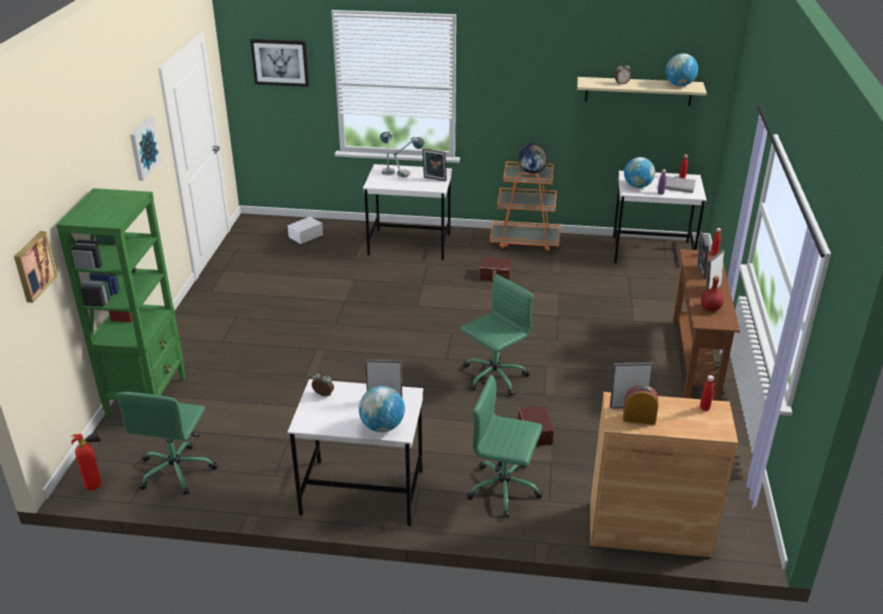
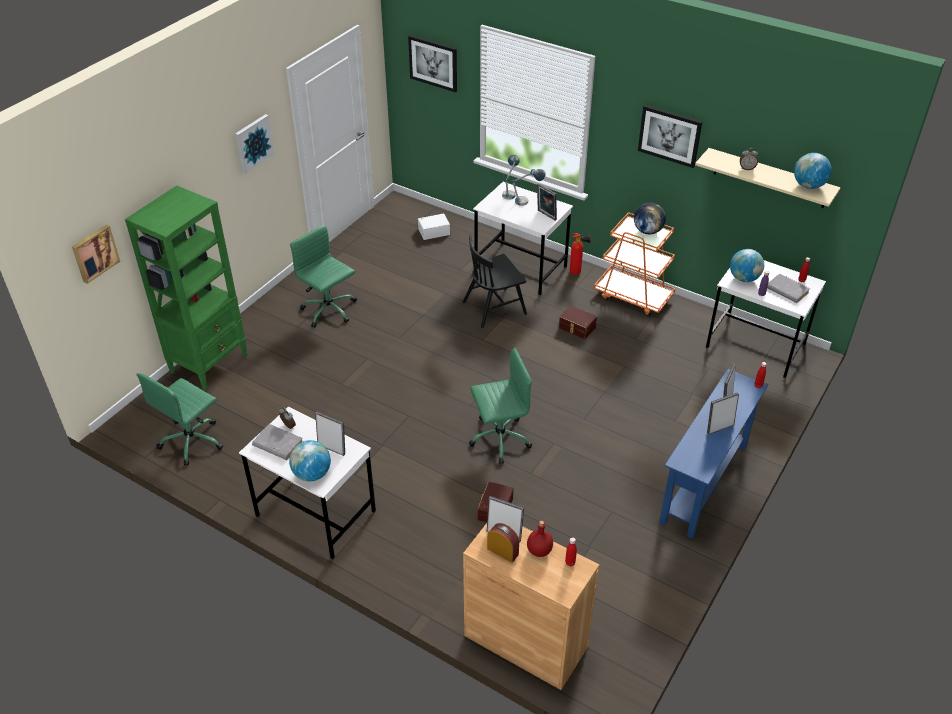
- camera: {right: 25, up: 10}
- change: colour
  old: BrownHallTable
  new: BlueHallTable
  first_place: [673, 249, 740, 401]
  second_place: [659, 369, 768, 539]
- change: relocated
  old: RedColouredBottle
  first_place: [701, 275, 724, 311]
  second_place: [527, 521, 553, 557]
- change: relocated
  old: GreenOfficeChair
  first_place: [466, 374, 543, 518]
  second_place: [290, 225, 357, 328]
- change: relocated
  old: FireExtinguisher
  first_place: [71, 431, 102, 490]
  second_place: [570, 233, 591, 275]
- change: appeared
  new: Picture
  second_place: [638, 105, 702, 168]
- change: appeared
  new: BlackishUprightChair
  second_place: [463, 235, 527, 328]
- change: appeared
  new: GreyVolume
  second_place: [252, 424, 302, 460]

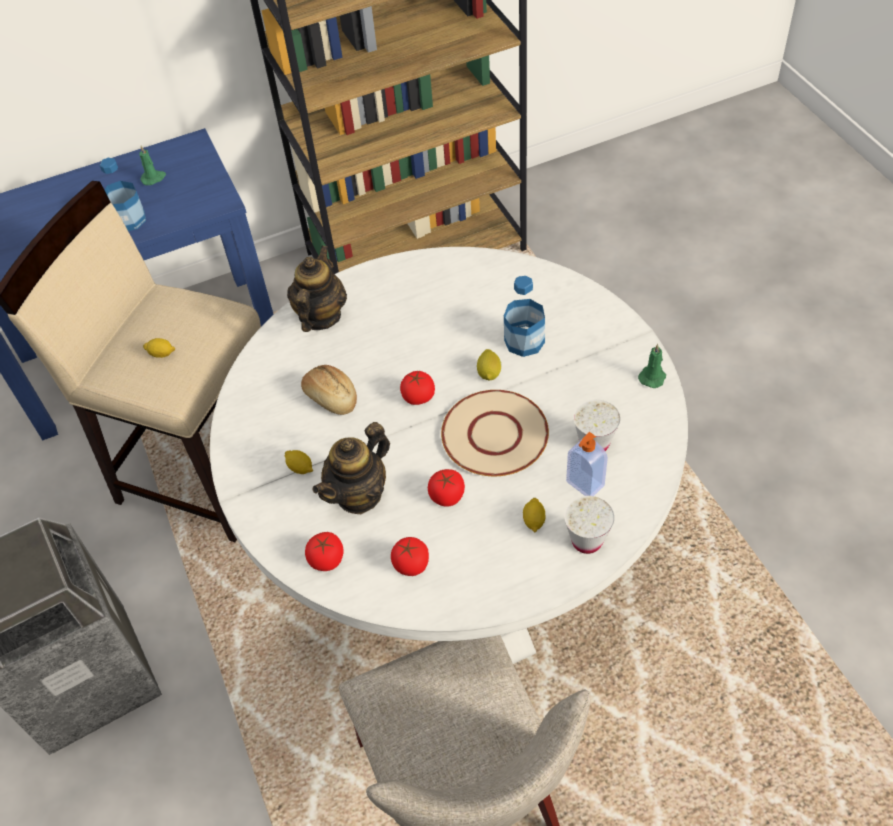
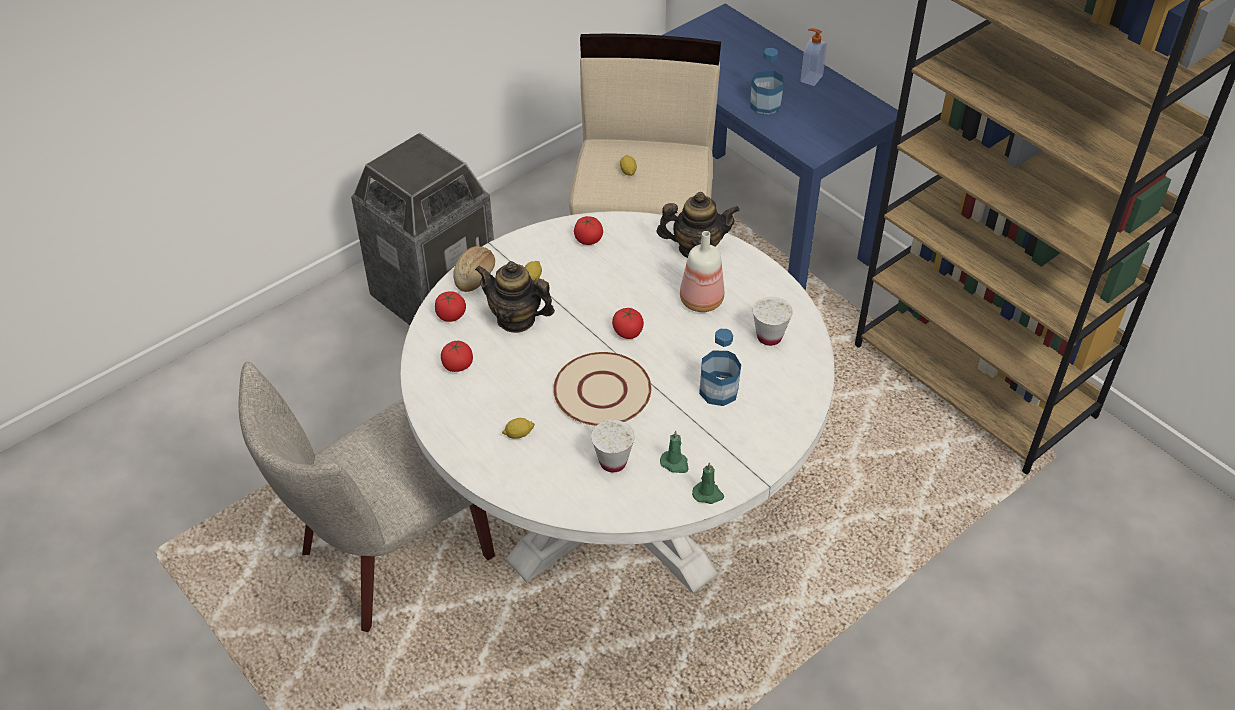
- camera: {right: 70, up: -5}
- change: relocated
  old: GreenCandle
  first_place: [139, 146, 166, 185]
  second_place: [660, 431, 689, 473]
- change: missing
  old: CitrusFruit
  first_place: [477, 349, 502, 380]
- change: relocated
  old: BakedBread
  first_place: [301, 365, 357, 415]
  second_place: [453, 246, 495, 292]
- change: relocated
  old: SoapBottle
  first_place: [566, 432, 608, 496]
  second_place: [800, 28, 827, 86]
- change: relocated
  old: Tomato
  first_place: [428, 469, 465, 507]
  second_place: [574, 216, 603, 245]
- change: relocated
  old: WhiteColouredSmallCup
  first_place: [564, 496, 614, 554]
  second_place: [753, 297, 793, 346]
- change: appeared
  new: Bottle
  second_place: [680, 231, 724, 312]

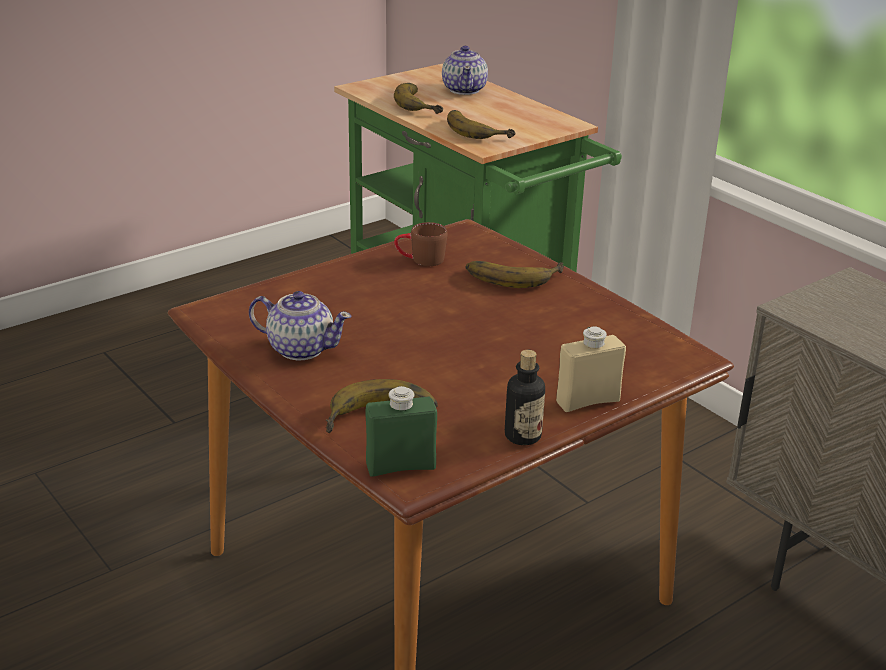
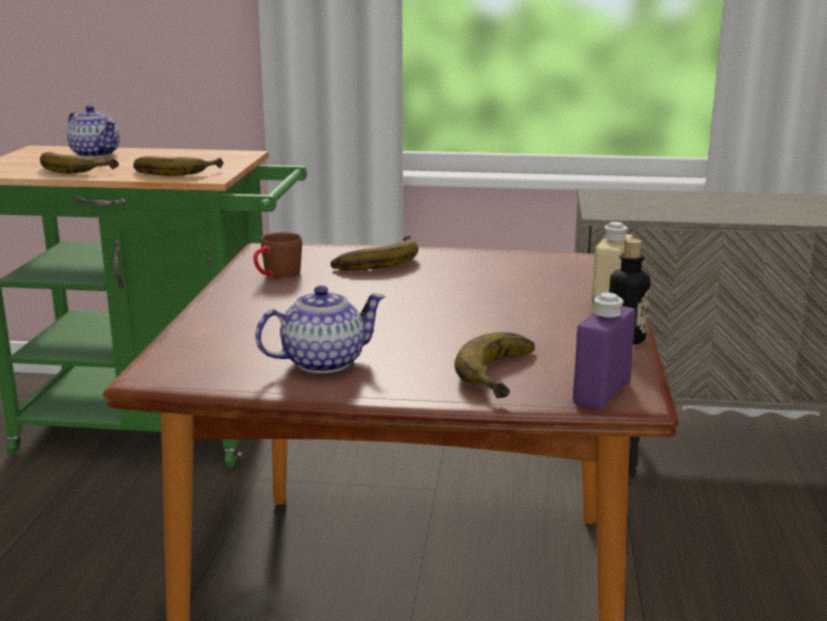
- camera: {right: -45, up: -10}
- change: colour
  old: GreenBottle
  new: PurplishBottle
  first_place: [365, 386, 437, 477]
  second_place: [573, 292, 635, 410]

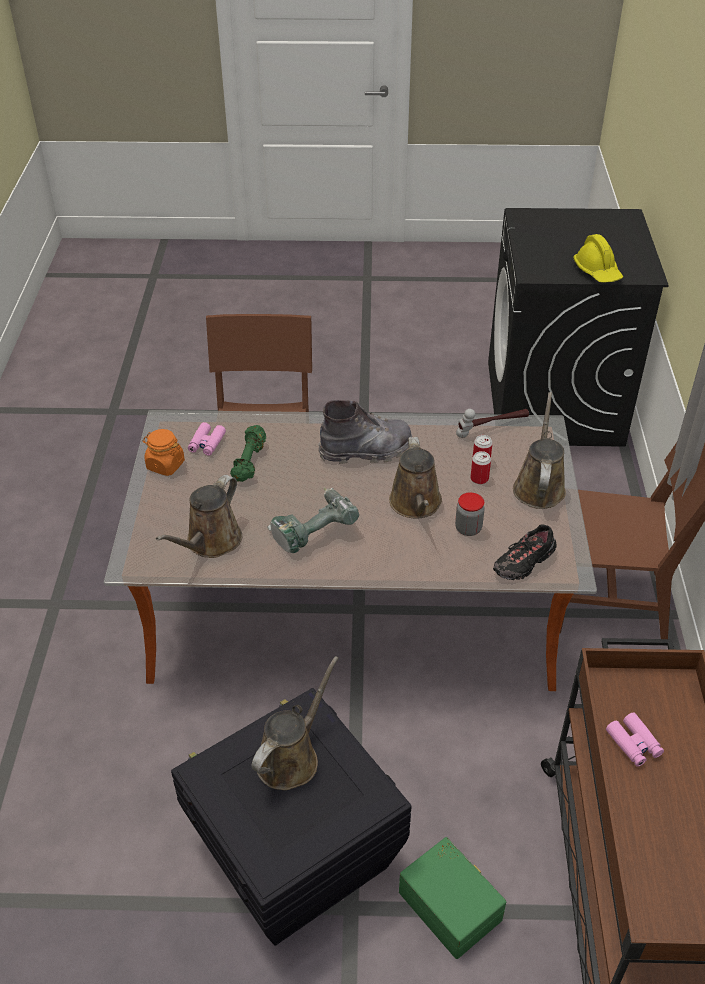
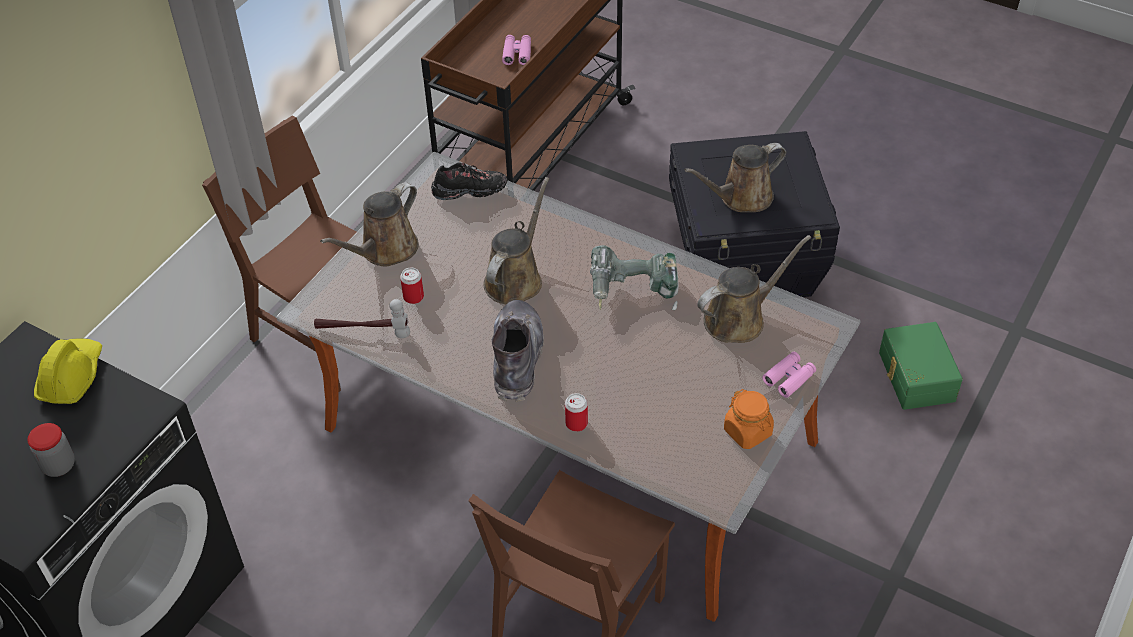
- camera: {right: -150, up: 5}
- change: spun
  old: GreyTallBoot
  first_place: [318, 400, 412, 464]
  second_place: [491, 300, 544, 402]
  degrees: 75
- change: relocated
  old: PinkishPairOfBinoculars
  first_place: [188, 422, 226, 456]
  second_place: [762, 352, 816, 398]
- change: missing
  old: GreenFreeWeight
  first_place: [230, 425, 266, 482]
- change: relocated
  old: MetalCan
  first_place: [470, 451, 491, 484]
  second_place: [565, 393, 588, 432]
- change: relocated
  old: Jar
  first_place: [455, 492, 485, 536]
  second_place: [28, 423, 75, 477]
- change: relocated
  old: GreenStorageBin
  first_place: [399, 837, 506, 959]
  second_place: [879, 322, 963, 410]

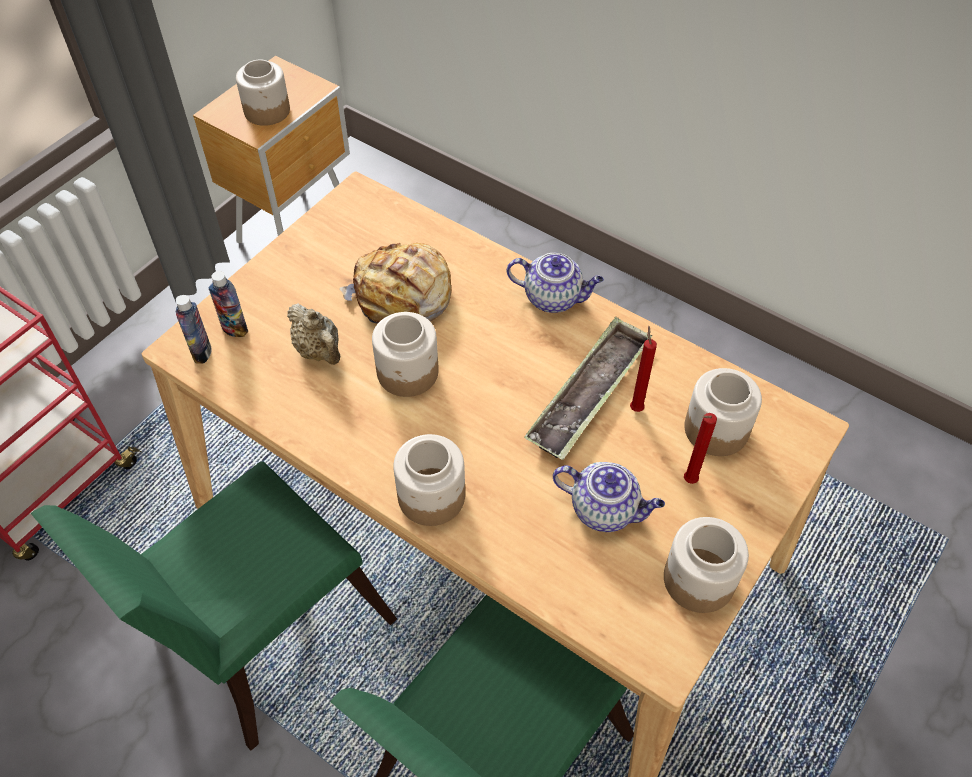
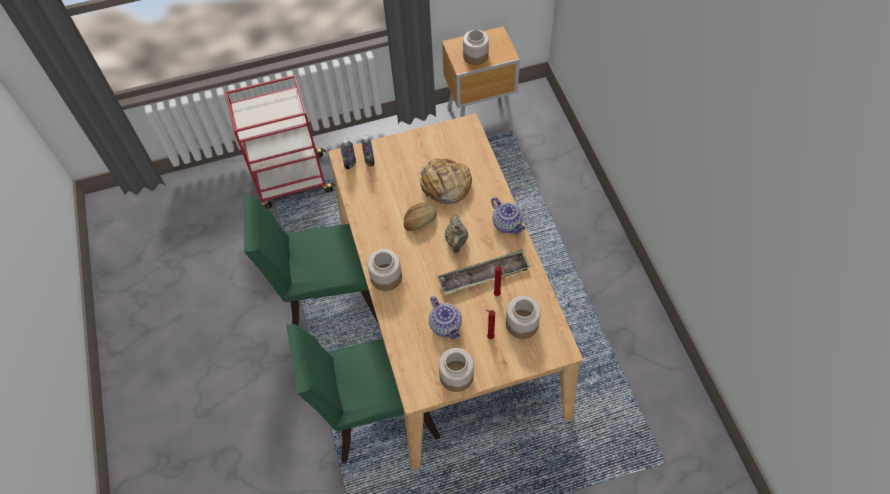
- camera: {right: 40, up: 5}
- change: relocated
  old: BeigeColouredTeapot
  first_place: [287, 304, 340, 365]
  second_place: [445, 215, 468, 253]
- change: exchanged
  old: Jar
  new: BakedBread
  first_place: [372, 312, 439, 397]
  second_place: [404, 203, 437, 231]

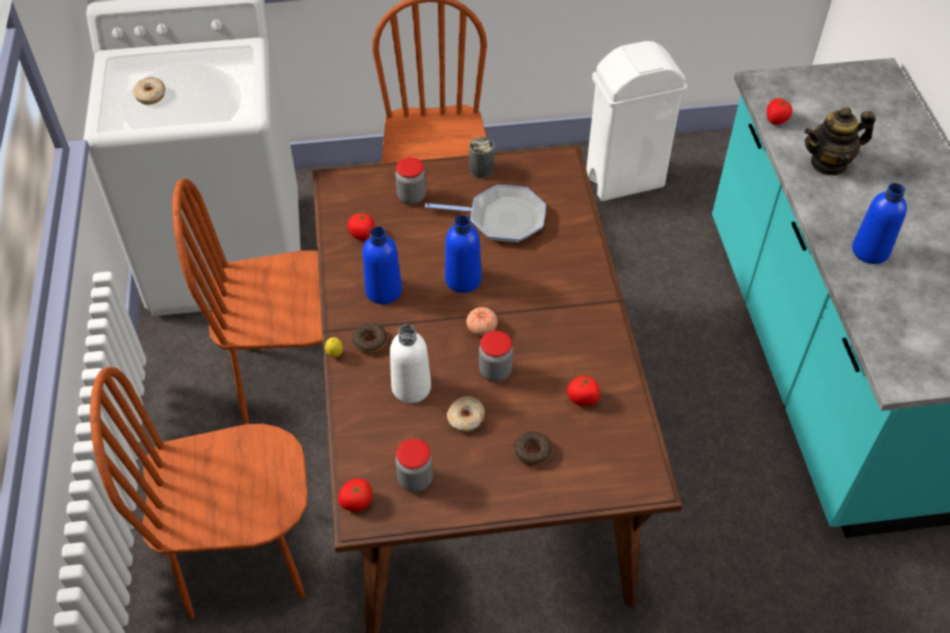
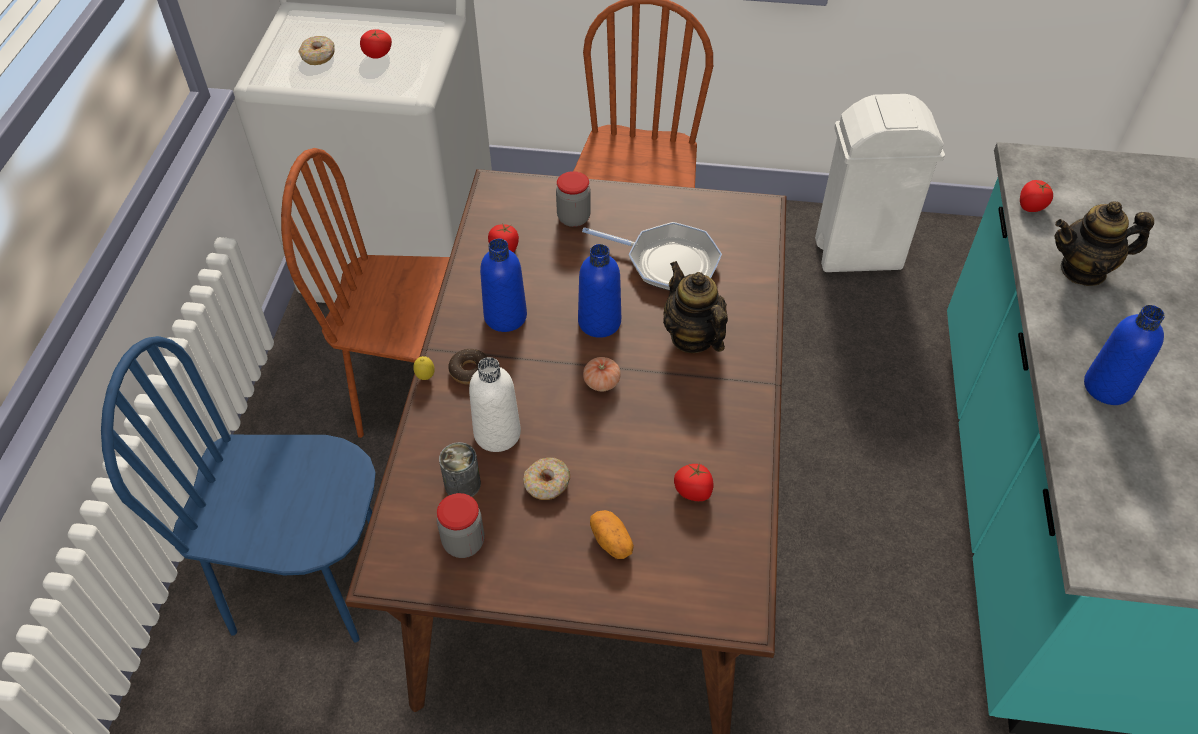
- camera: {right: 15, up: 0}
- change: relocated
  old: MetalCan
  first_place: [469, 137, 495, 179]
  second_place: [439, 442, 481, 497]
- change: missing
  old: Jar
  first_place: [479, 331, 513, 382]
- change: colour
  old: BrownUprightChair
  new: BlueUprightChair
  first_place: [90, 367, 307, 619]
  second_place: [101, 336, 375, 643]
- change: exchanged
  old: Doughnut
  new: WholePotato
  first_place: [514, 431, 552, 466]
  second_place: [590, 510, 634, 559]
- change: relocated
  old: Tomato
  first_place: [338, 478, 372, 511]
  second_place: [360, 29, 392, 59]
- change: appeared
  new: Teapot
  second_place: [663, 261, 728, 353]

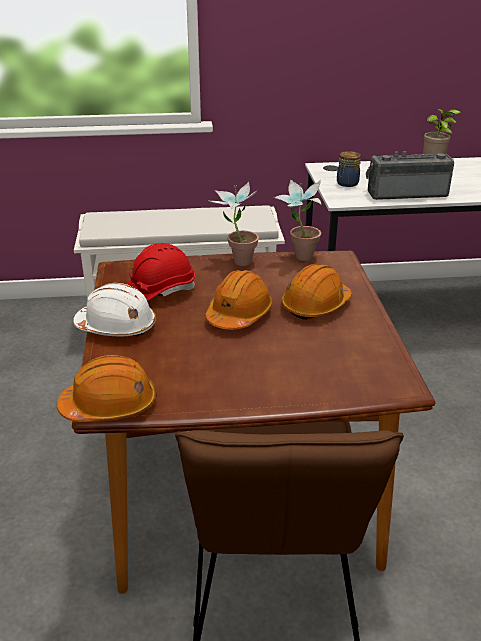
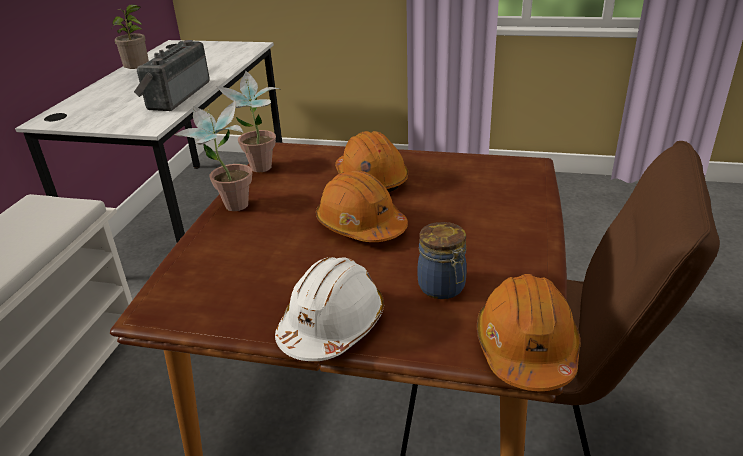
- camera: {right: -70, up: 0}
- change: relocated
  old: Jar
  first_place: [337, 151, 361, 187]
  second_place: [418, 222, 467, 299]
- change: missing
  old: RedColouredHardHat
  first_place: [127, 243, 195, 301]

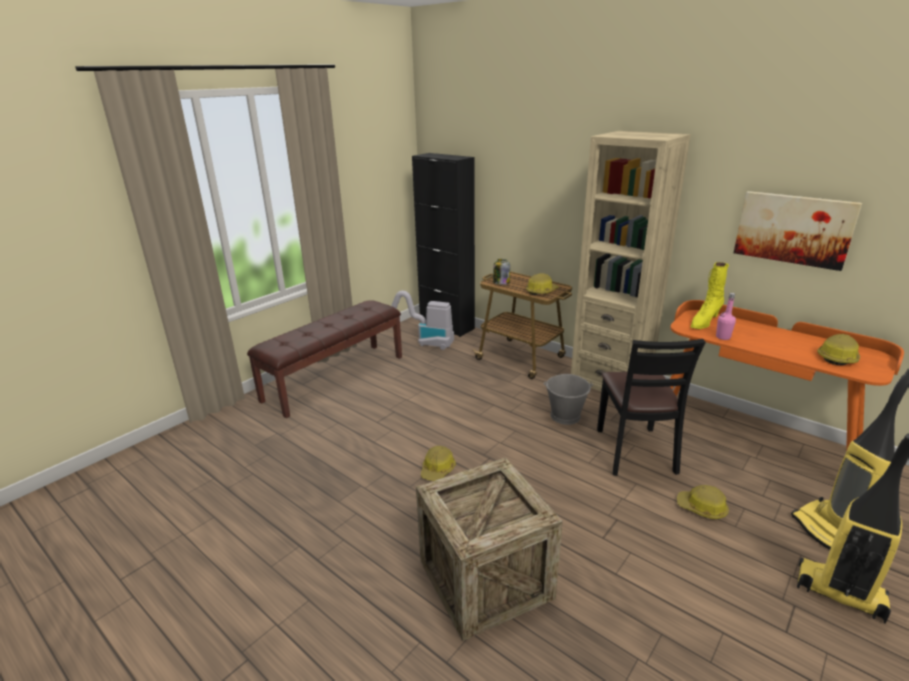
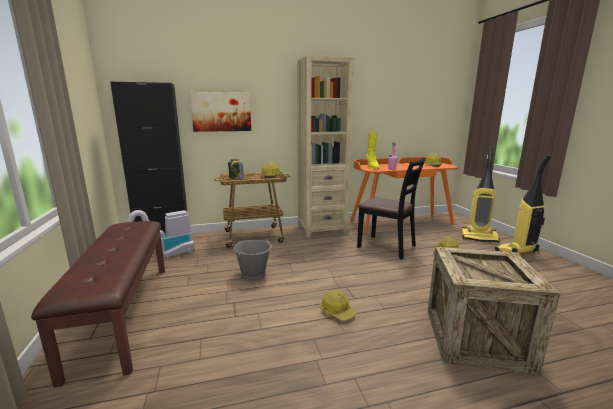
- camera: {right: -55, up: -10}
- change: relocated
  old: Picture
  first_place: [734, 191, 862, 271]
  second_place: [190, 92, 251, 132]
- change: relocated
  old: GreyWaterBucket
  first_place: [544, 374, 593, 425]
  second_place: [234, 238, 272, 281]

